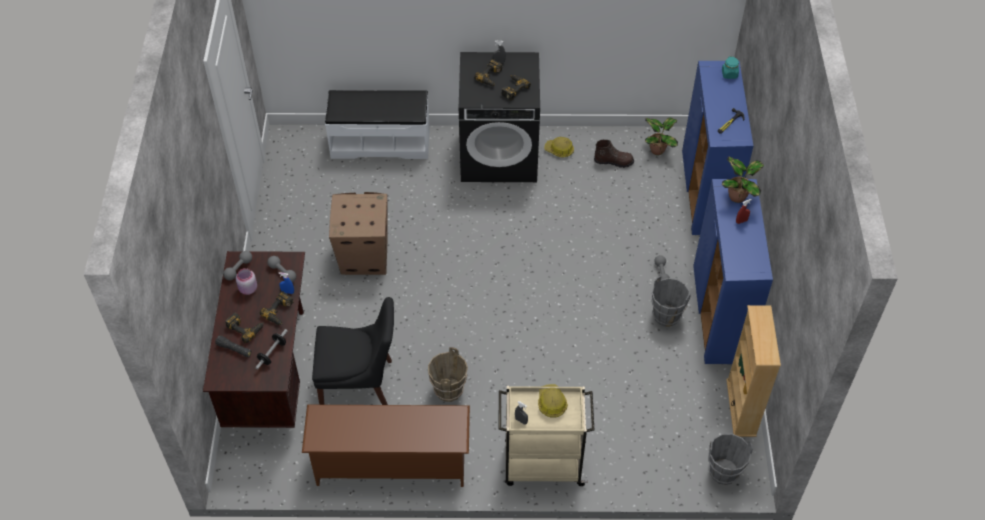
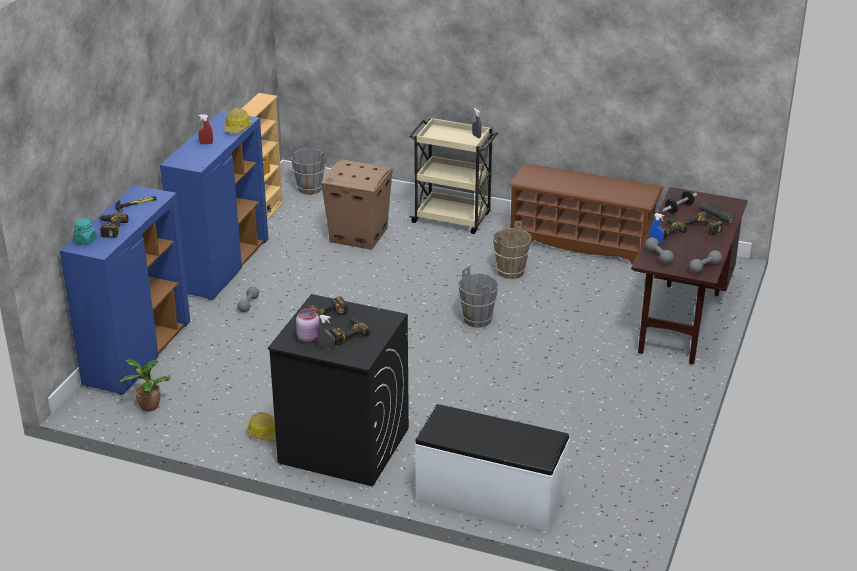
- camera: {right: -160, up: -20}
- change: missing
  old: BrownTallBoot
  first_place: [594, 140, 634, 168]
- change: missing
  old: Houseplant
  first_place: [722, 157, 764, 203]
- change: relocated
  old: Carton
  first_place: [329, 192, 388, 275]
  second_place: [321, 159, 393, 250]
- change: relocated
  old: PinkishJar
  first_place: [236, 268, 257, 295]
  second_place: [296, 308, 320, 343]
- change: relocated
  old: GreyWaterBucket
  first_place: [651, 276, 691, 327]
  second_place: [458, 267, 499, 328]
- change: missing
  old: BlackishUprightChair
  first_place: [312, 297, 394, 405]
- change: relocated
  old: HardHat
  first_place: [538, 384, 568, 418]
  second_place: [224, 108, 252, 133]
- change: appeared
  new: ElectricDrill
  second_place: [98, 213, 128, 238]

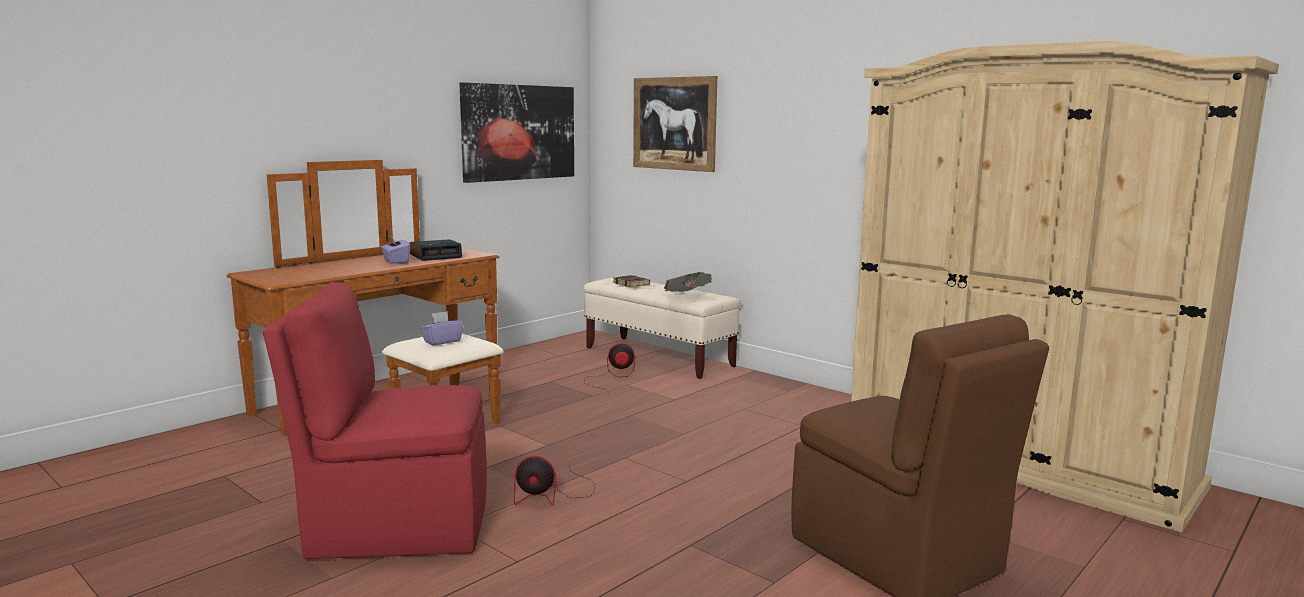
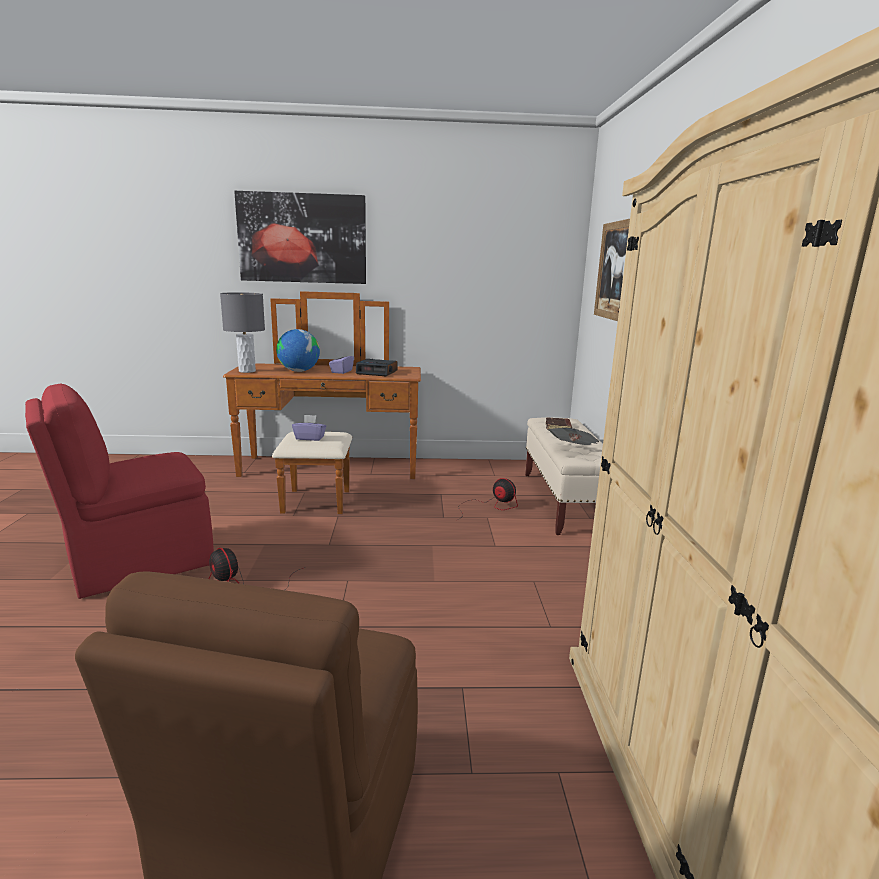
- camera: {right: 45, up: 5}
- change: relocated
  old: Picture
  first_place: [459, 82, 574, 183]
  second_place: [234, 191, 366, 284]
- change: spun
  old: RedColouredUprightChair
  first_place: [263, 282, 487, 559]
  second_place: [25, 384, 214, 599]
  degrees: -75
- change: appeared
  new: GreyTableLamp
  second_place: [220, 292, 265, 373]
- change: appeared
  new: WorldGlobe
  second_place: [276, 329, 320, 372]

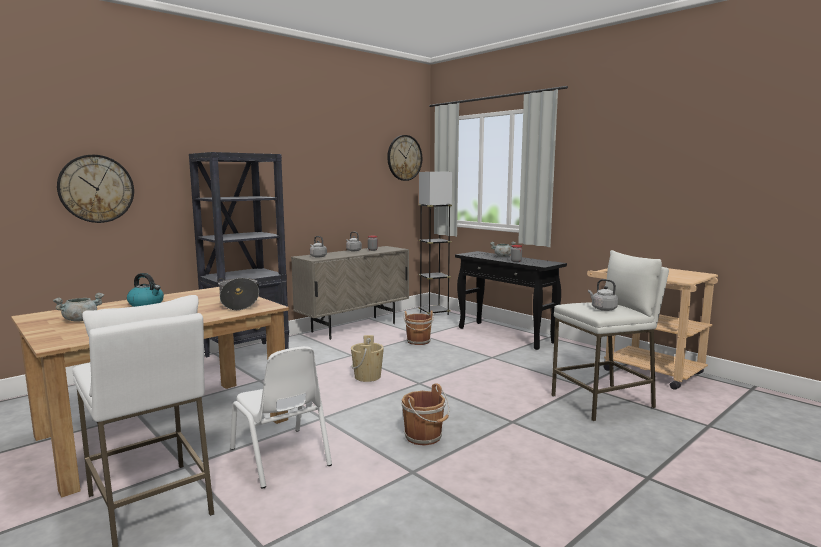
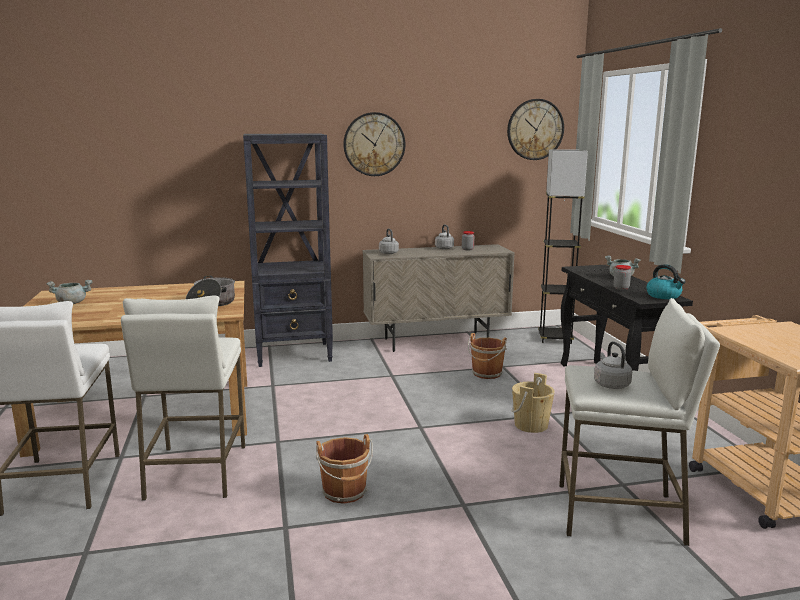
- camera: {right: 30, up: 5}
- change: relocated
  old: ClockOnTheWall
  first_place: [57, 155, 134, 223]
  second_place: [344, 112, 405, 176]
- change: relocated
  old: TeaKettle
  first_place: [127, 273, 164, 307]
  second_place: [647, 264, 686, 299]
- change: relocated
  old: BeigeColouredWaterBucket
  first_place: [351, 335, 384, 382]
  second_place: [512, 373, 555, 433]
- change: exchanged
  old: WhiteColouredUprightChair
  new: WhiteColouredStoolSeat
  first_place: [230, 346, 332, 489]
  second_place: [121, 296, 245, 501]

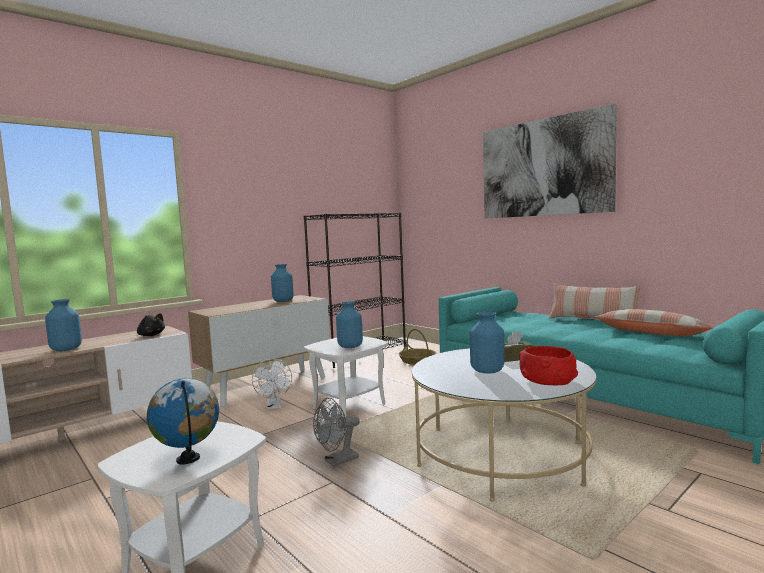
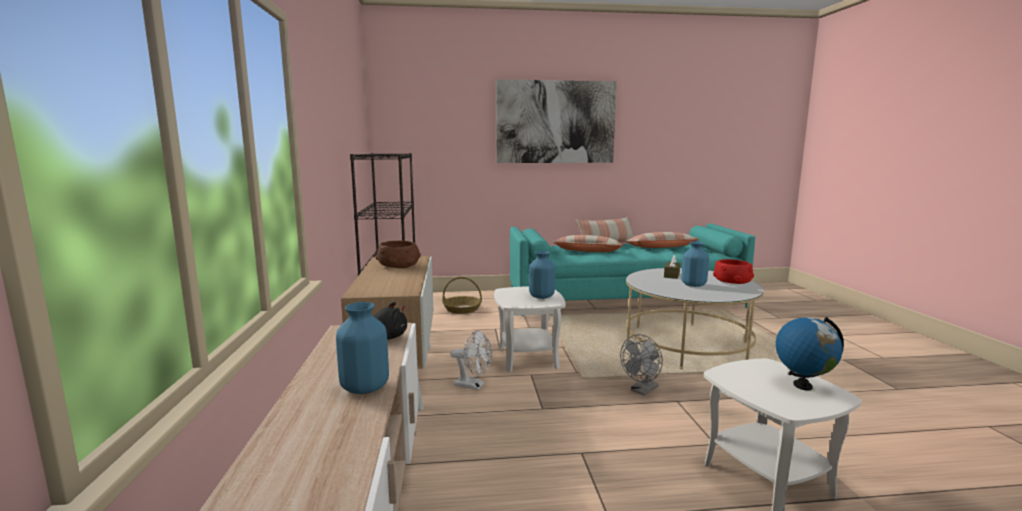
- camera: {right: -55, up: 5}
- change: exchanged
  old: BlueDecorativeVase
  new: BrownBowl
  first_place: [271, 264, 293, 302]
  second_place: [376, 241, 421, 268]
- change: spun
  old: GreyFan
  first_place: [313, 398, 360, 467]
  second_place: [620, 334, 663, 395]
  degrees: 45
- change: appeared
  new: Pillow
  second_place: [553, 235, 623, 252]

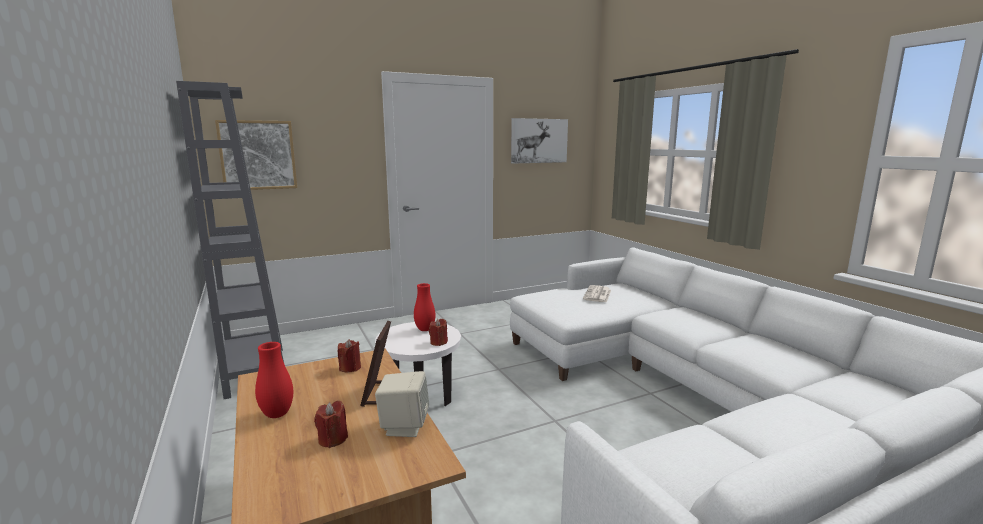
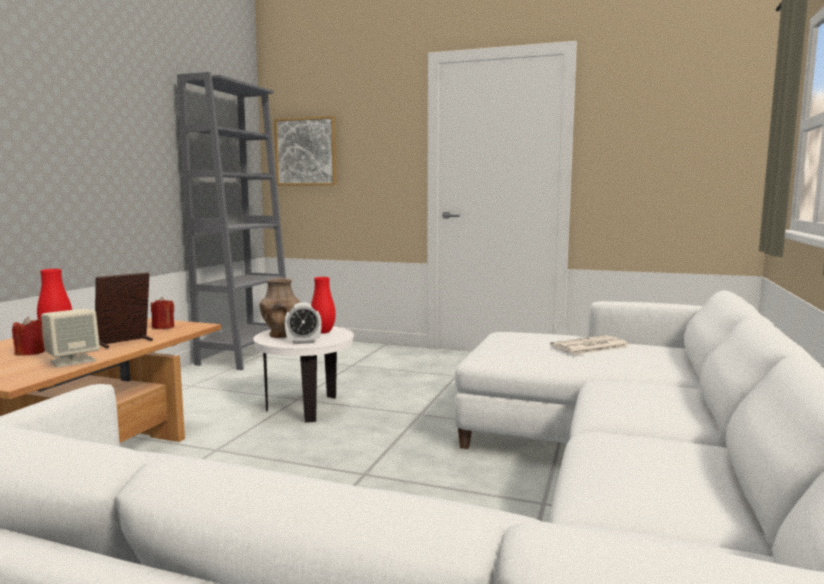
- camera: {right: 45, up: -5}
- change: missing
  old: Picture
  first_place: [511, 118, 568, 164]
- change: exchanged
  old: RedColouredCandle
  new: BedsideClock
  first_place: [429, 319, 448, 346]
  second_place: [285, 303, 322, 344]
- change: appeared
  new: BrownDecorativeVase
  second_place: [259, 278, 300, 338]

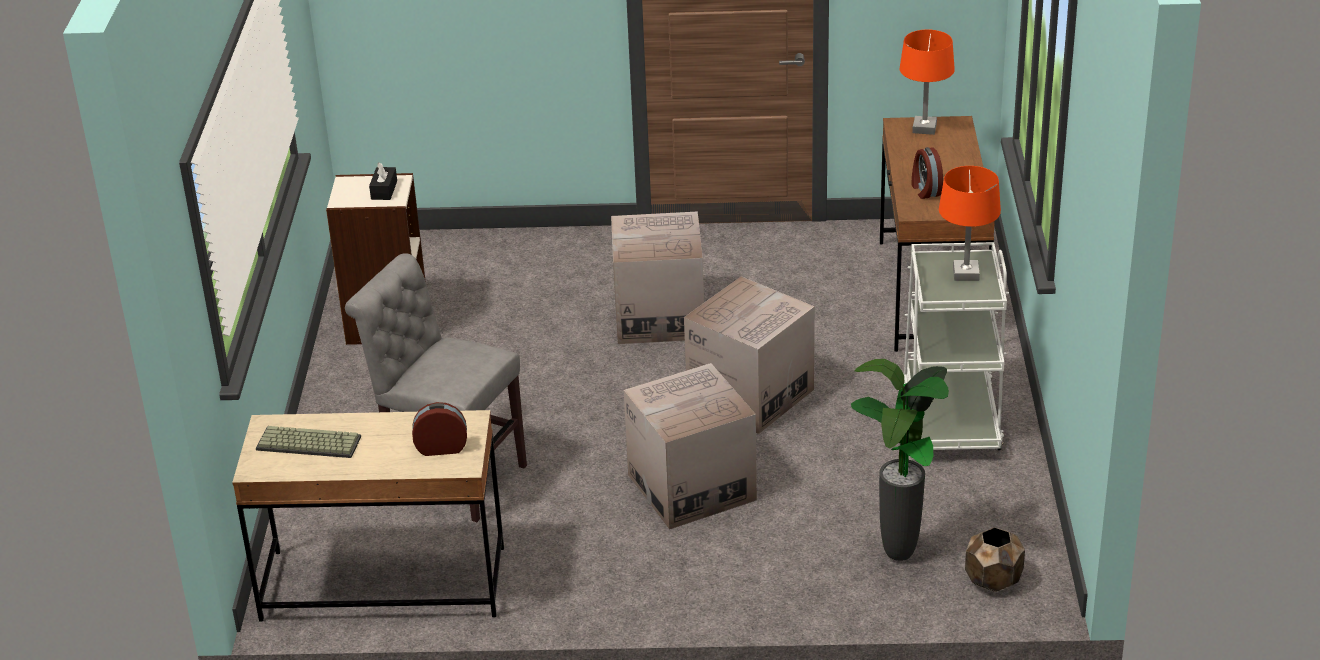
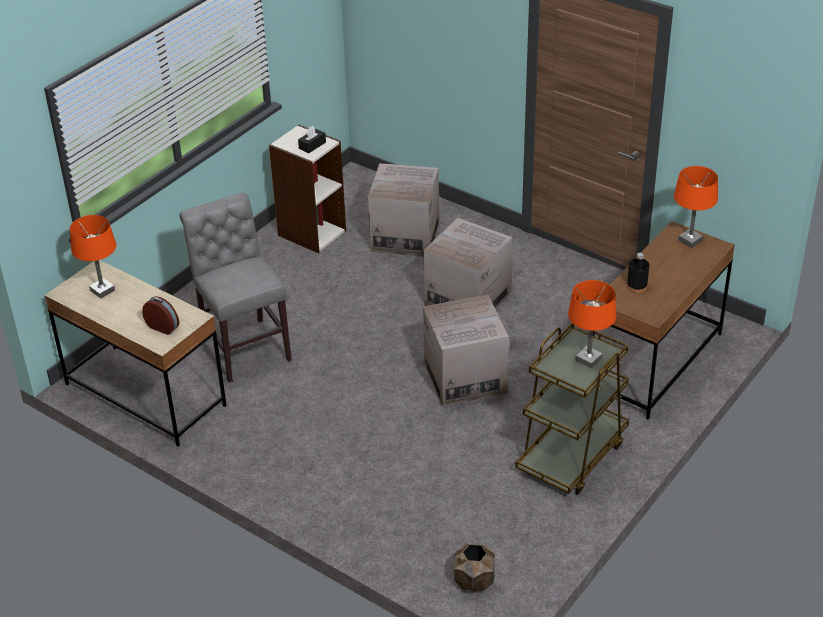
- camera: {right: 35, up: 5}
- change: exchanged
  old: BedsideClock
  new: BlackishBottle
  first_place: [912, 147, 943, 199]
  second_place: [626, 253, 649, 293]
- change: colour
  old: WhiteColouredWheeledCart
  new: BrownWheeledCart
  first_place: [904, 242, 1009, 451]
  second_place: [515, 323, 629, 495]
- change: missing
  old: Houseplant
  first_place: [851, 359, 949, 561]
- change: relocated
  old: Carton
  first_place: [624, 363, 757, 530]
  second_place: [368, 163, 439, 257]
- change: exchanged
  old: Keyboard
  new: OrangeColouredTableLamp
  first_place: [256, 426, 361, 458]
  second_place: [70, 215, 116, 299]

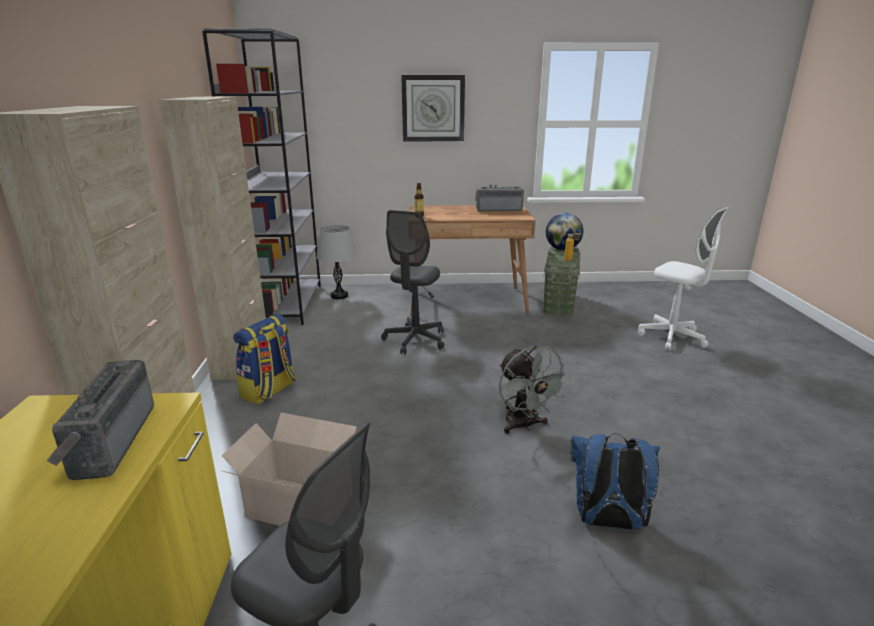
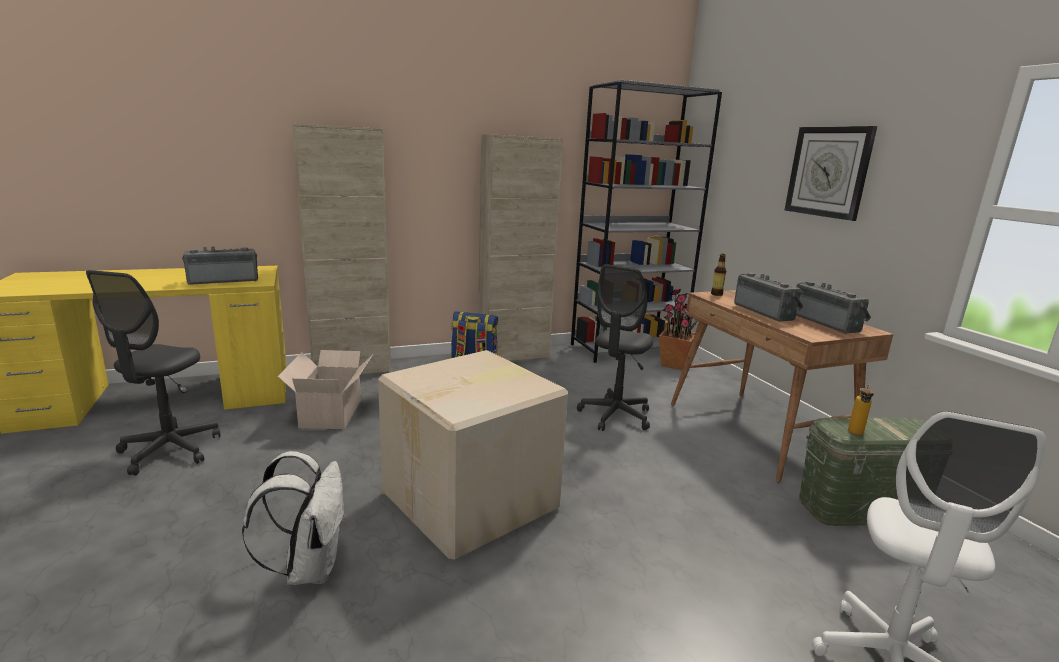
- camera: {right: 70, up: -5}
- change: spun
  old: GreyOfficeChair
  first_place: [381, 210, 444, 354]
  second_place: [577, 264, 653, 431]
  degrees: -60
- change: missing
  old: WorldGlobe
  first_place: [546, 213, 583, 250]
- change: exchanged
  old: GreyTableLamp
  new: Houseplant
  first_place: [316, 225, 356, 299]
  second_place: [659, 289, 697, 370]
- change: exchanged
  old: GreyFan
  new: Carton
  first_place: [499, 345, 571, 434]
  second_place: [378, 350, 568, 561]
- change: colour
  old: BlueBackpack
  new: WhiteColouredBackpack
  first_place: [571, 433, 660, 530]
  second_place: [242, 451, 345, 585]
- change: appeared
  new: Radio
  second_place: [734, 273, 804, 322]

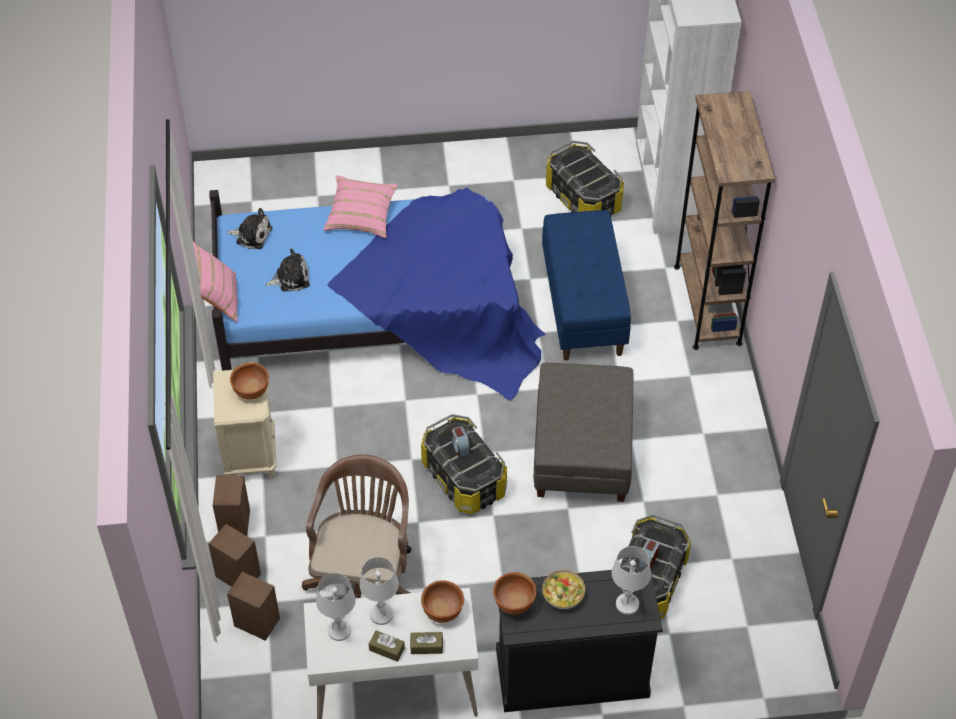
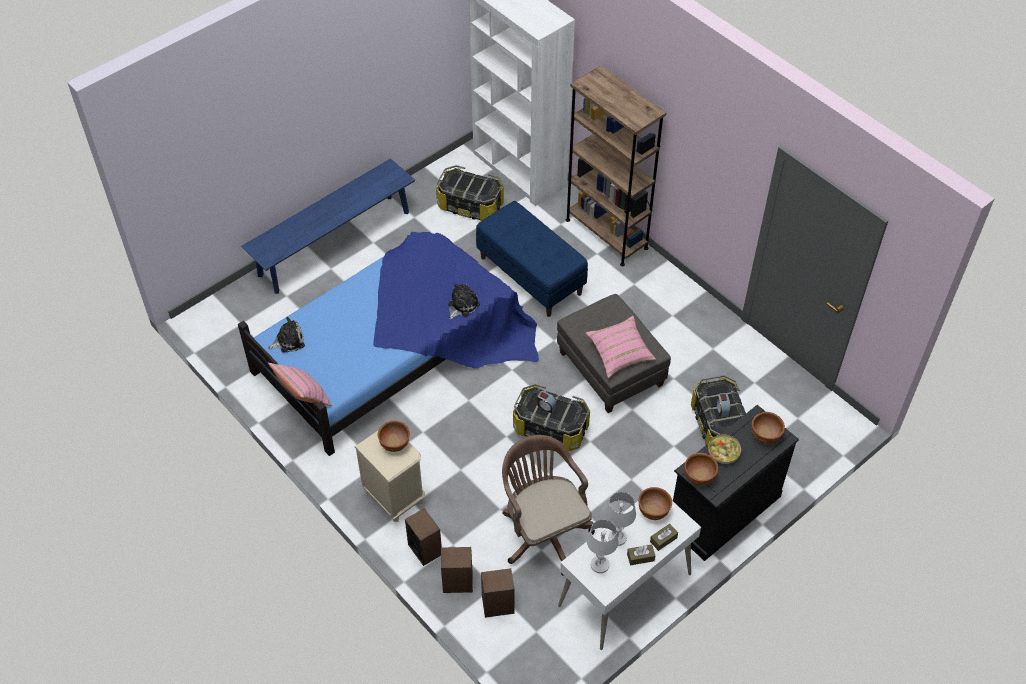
- camera: {right: -35, up: 0}
- change: relocated
  old: PinkishPillow
  first_place: [323, 175, 397, 238]
  second_place: [586, 316, 656, 378]
- change: relocated
  old: CuddlyToy
  first_place: [265, 248, 310, 291]
  second_place: [448, 283, 480, 320]
- change: exchanged
  old: WhiteColouredTableLamp
  new: BrownBowl
  first_place: [612, 546, 651, 615]
  second_place: [752, 412, 785, 444]
- change: appeared
  new: BlueIndoorBench
  second_place: [241, 158, 415, 294]

